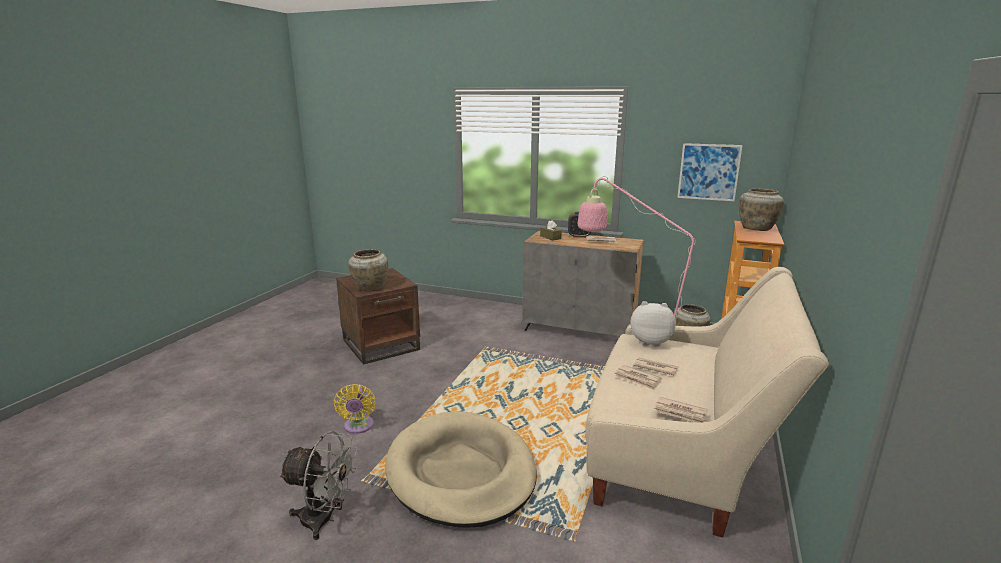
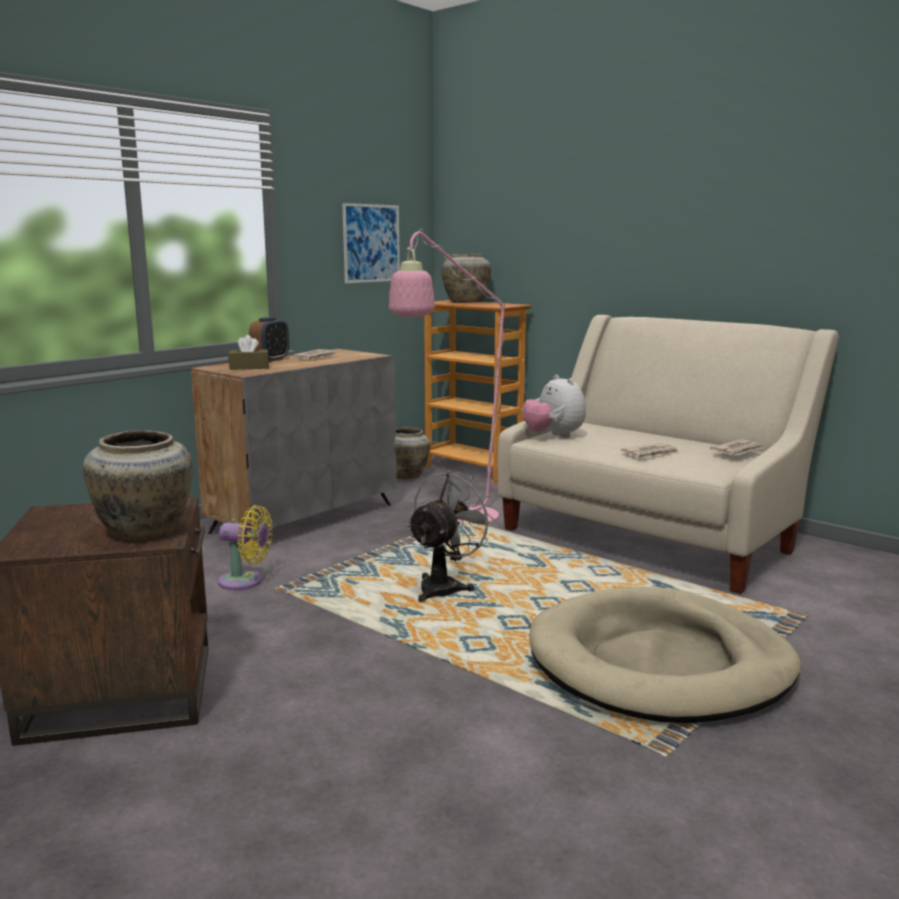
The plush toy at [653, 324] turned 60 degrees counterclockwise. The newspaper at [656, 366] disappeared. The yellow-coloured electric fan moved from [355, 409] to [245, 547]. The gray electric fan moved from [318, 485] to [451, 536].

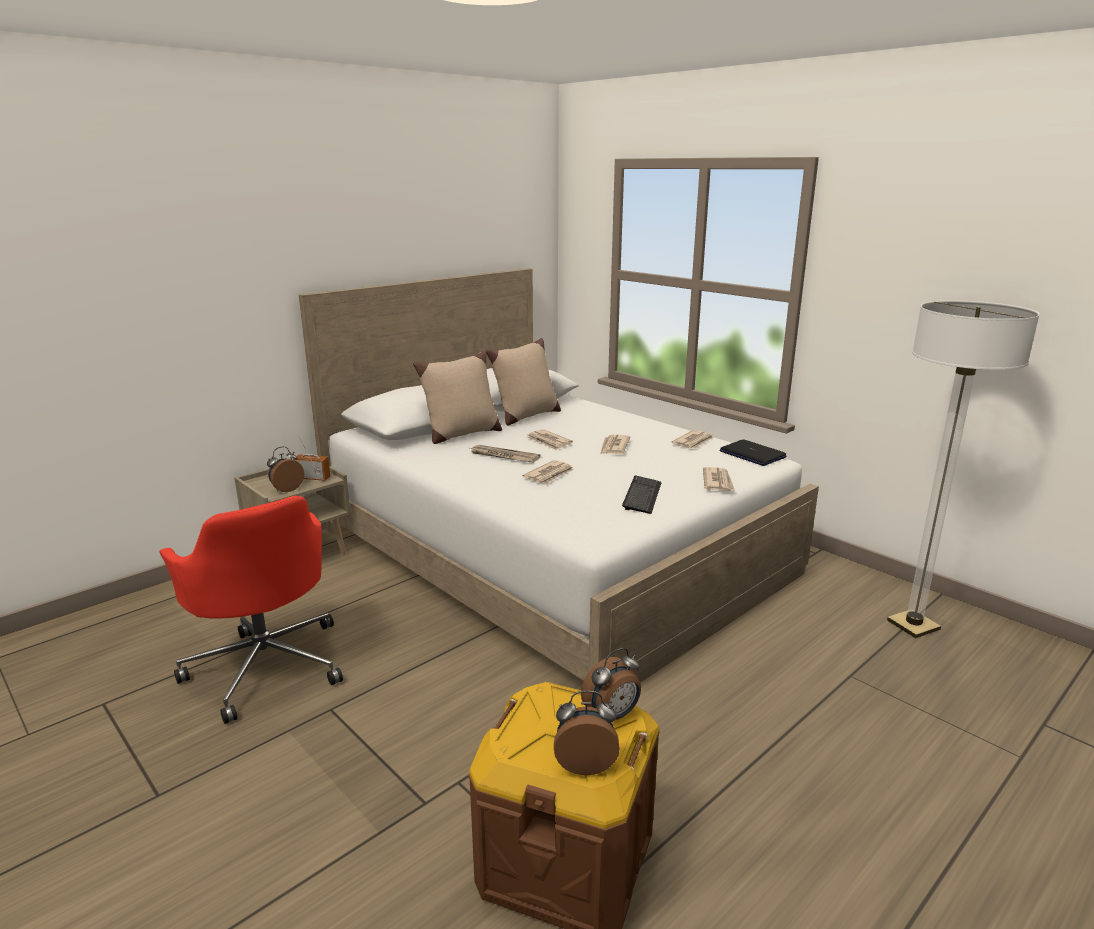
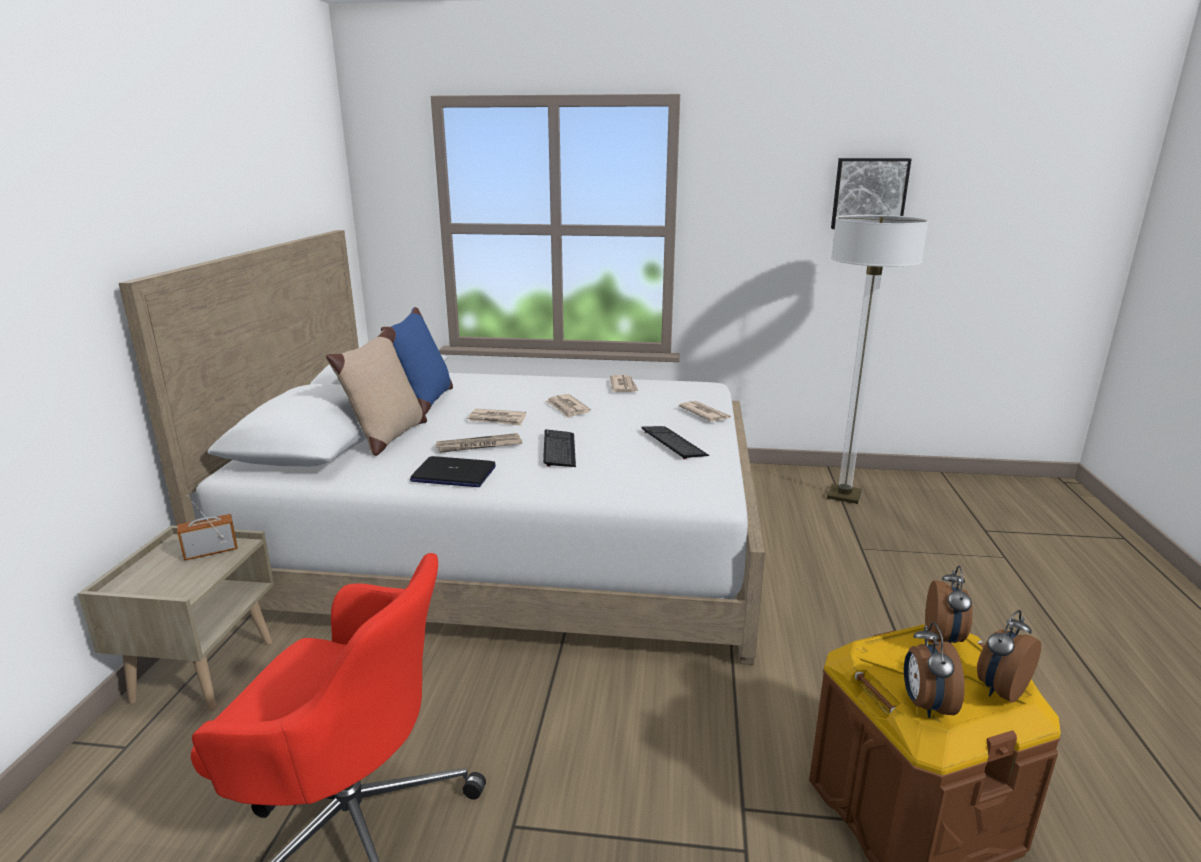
The beige pillow at [523, 382] became the blue pillow at [417, 360]. The laptop moved from [753, 453] to [453, 471]. The bedside clock moved from [285, 469] to [934, 670]. The newspaper at [548, 471] was replaced by the keyboard at [559, 448]. The wall art at [871, 193] appeared.

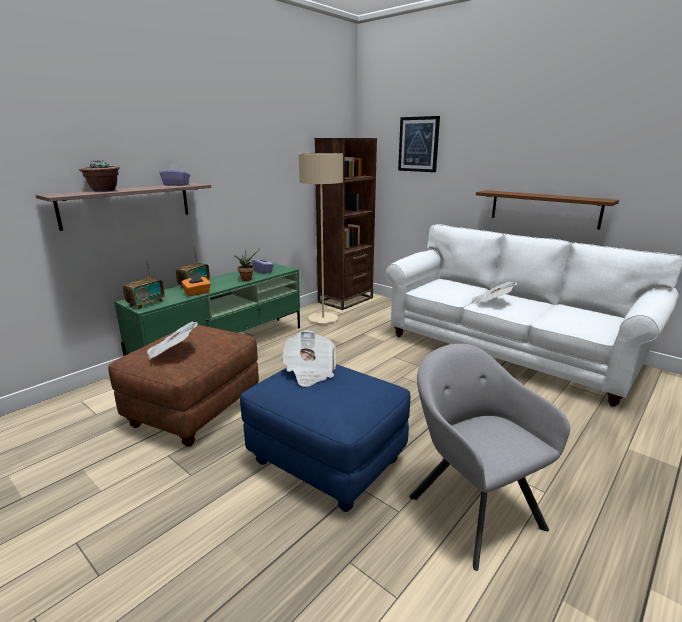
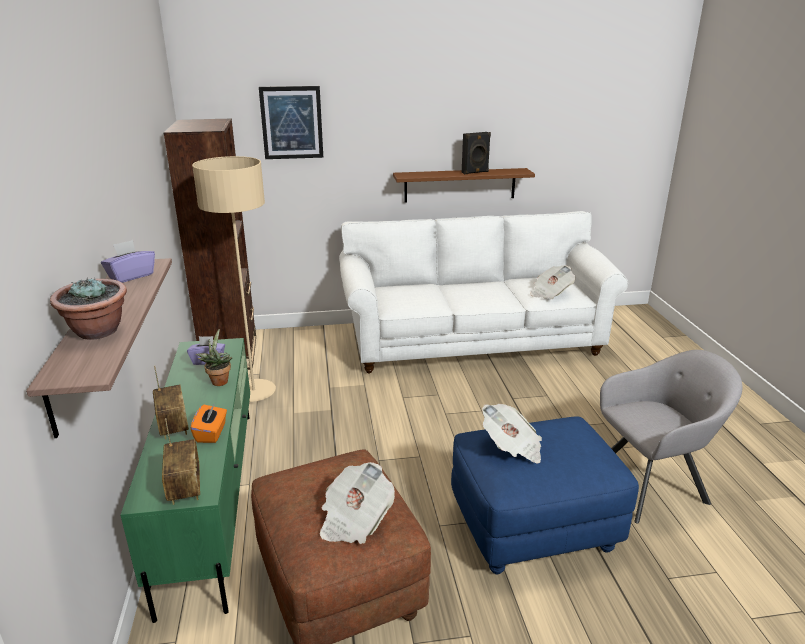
The newspaper moved from [494, 293] to [553, 282]. The gray lounge chair at [489, 457] turned 150 degrees clockwise. The blackish audio speaker at [476, 153] appeared.

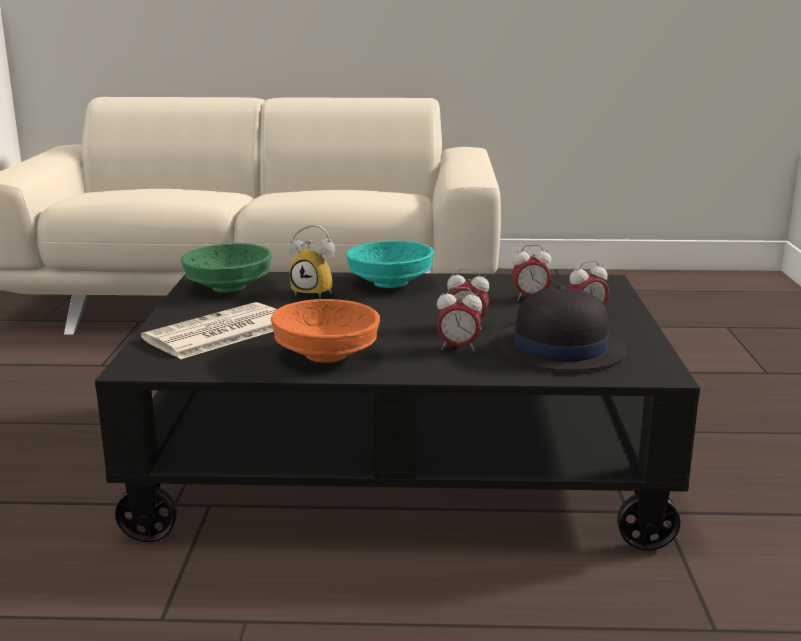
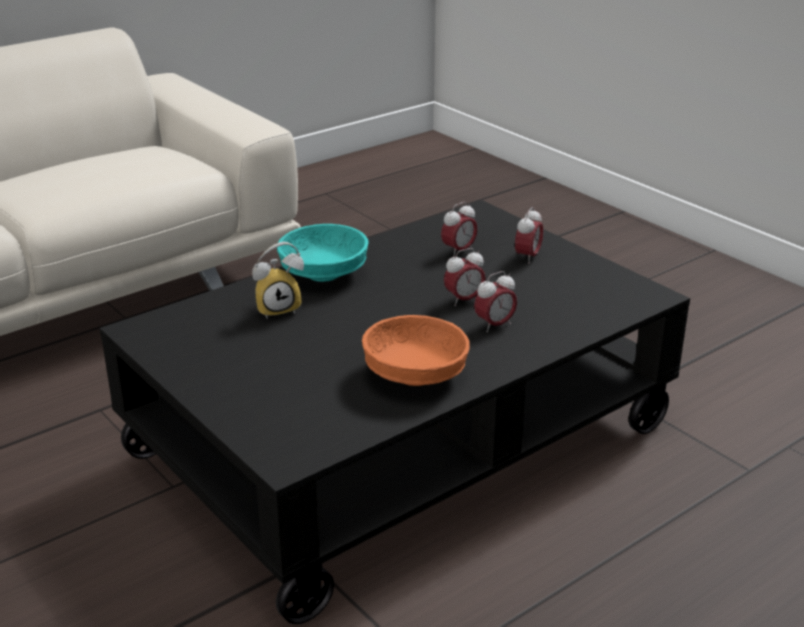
The greenish bowl at [226, 268] disappeared. The blackish hat at [561, 327] disappeared. The newspaper at [209, 330] disappeared.

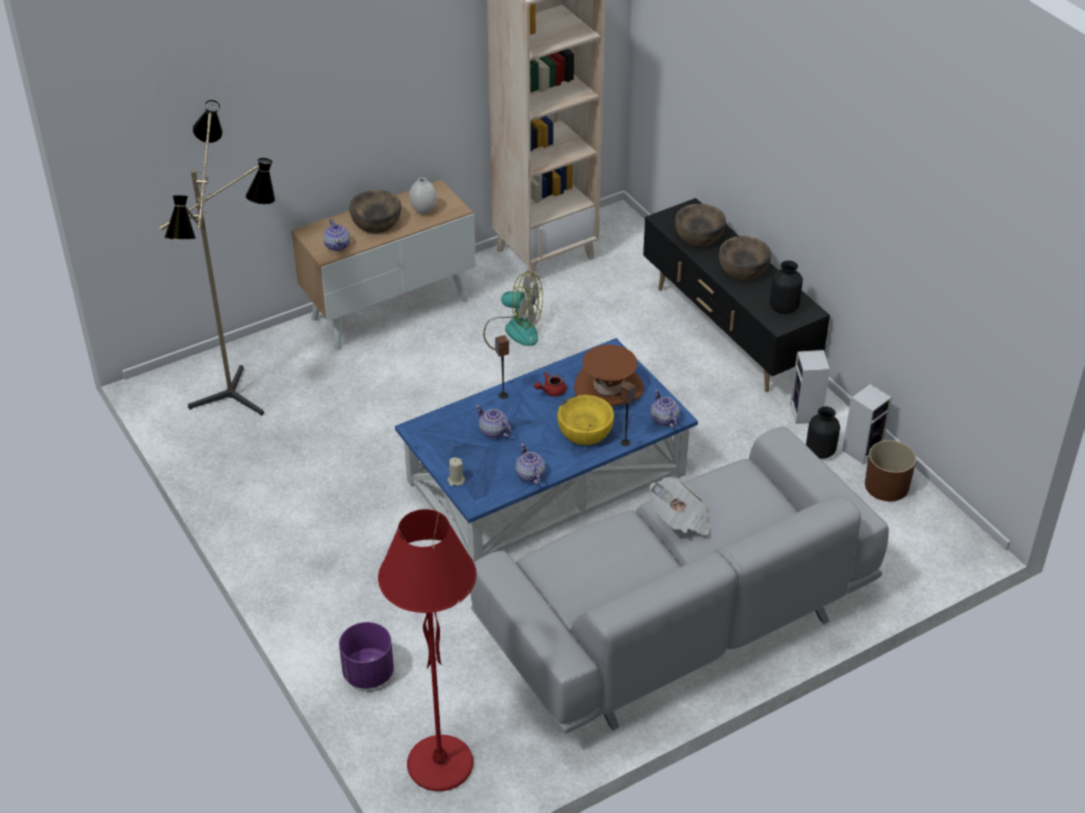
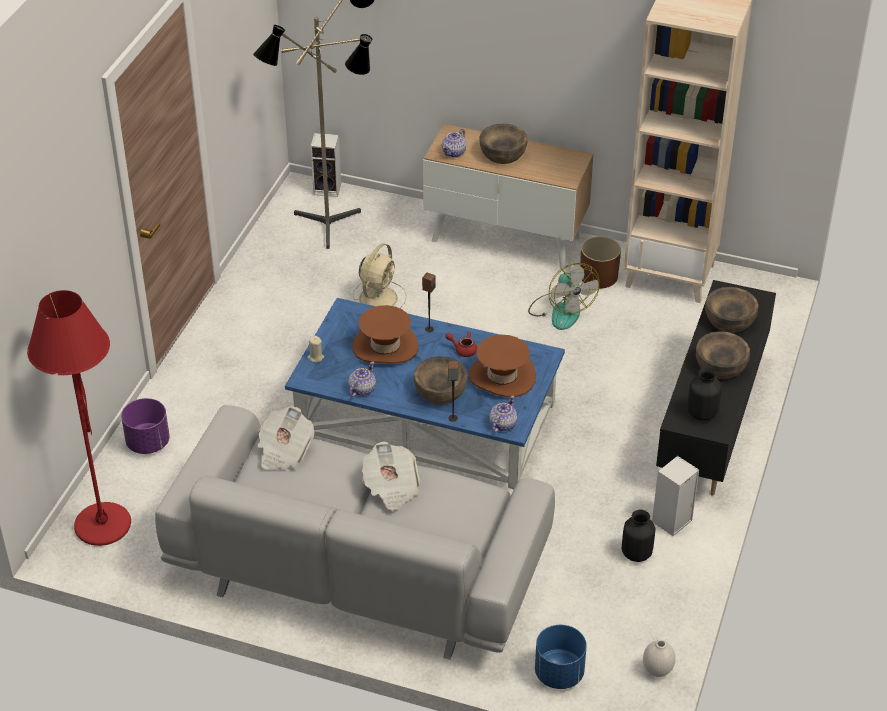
The whitish decorative vase moved from [423, 196] to [659, 658]. The audio speaker moved from [867, 424] to [325, 165]. The yellow-coloured bowl at [585, 420] became the brown-coloured bowl at [441, 380]. The tea pot at [493, 422] was replaced by the brown-coloured hat at [385, 334]. The brown-coloured planter moved from [890, 470] to [600, 262]. The beige electric fan at [380, 275] appeared. The newspaper at [286, 438] appeared. The blue planter at [561, 657] appeared.

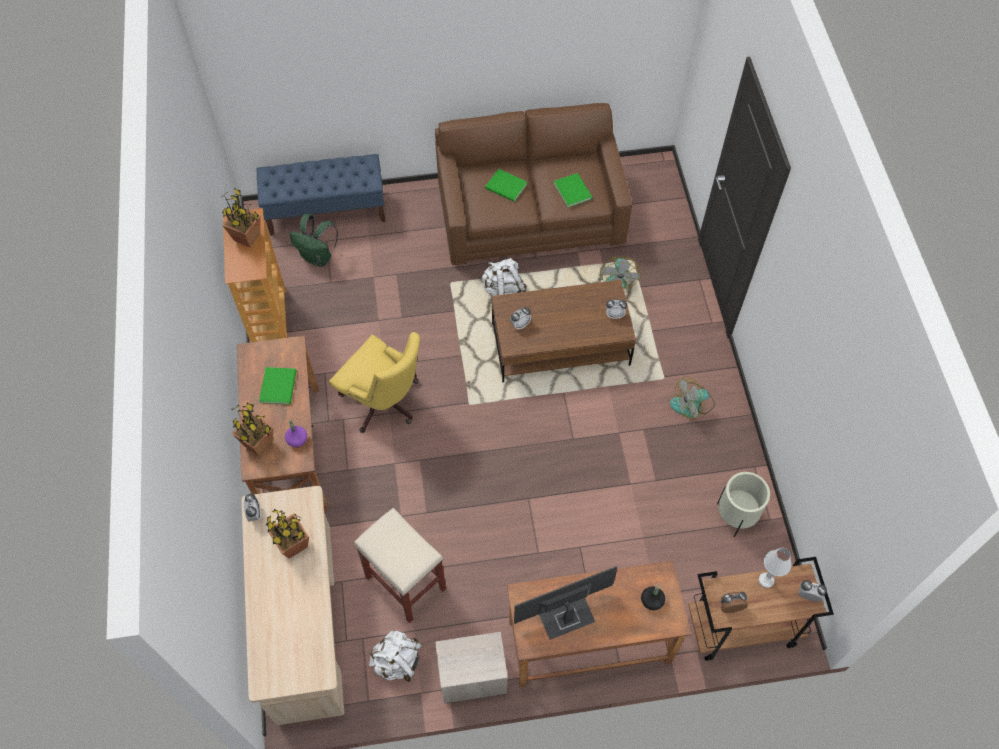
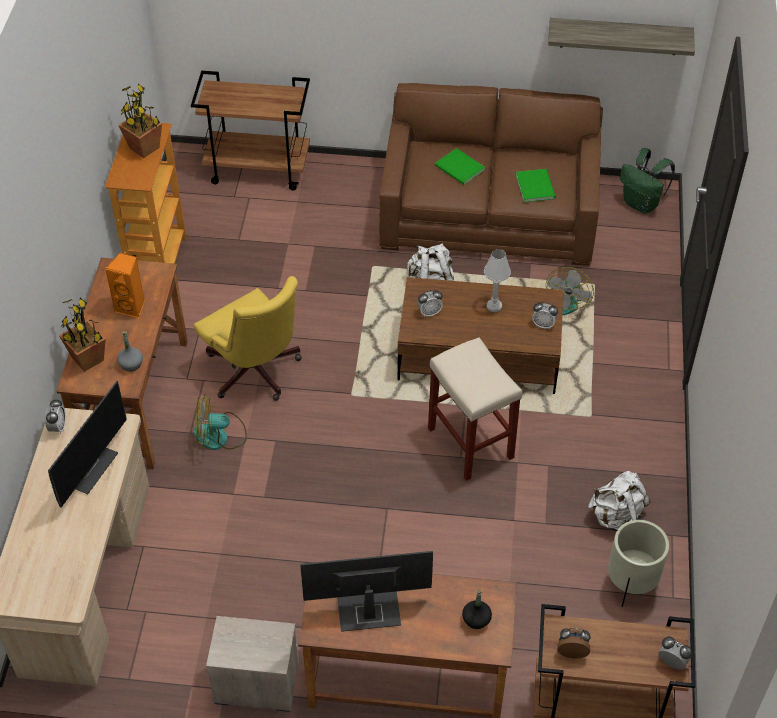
The blue long seat at [321, 195] was replaced by the brown-coloured wheeled cart at [250, 131]. The greenish knapsack moved from [314, 240] to [647, 181]. The greenish book at [278, 386] was replaced by the orangey audio speaker at [125, 285]. The electric fan moved from [692, 397] to [220, 422]. The purple beverage bottle at [296, 433] became the gray beverage bottle at [130, 351]. The beige sitting stool moved from [400, 565] to [475, 409]. The potted plant at [287, 534] was replaced by the computer display at [87, 444]. The whitish lamp for a table moved from [775, 568] to [497, 280]. The whitish knapsack moved from [396, 656] to [619, 501]. The wall shelf at [621, 37] appeared.

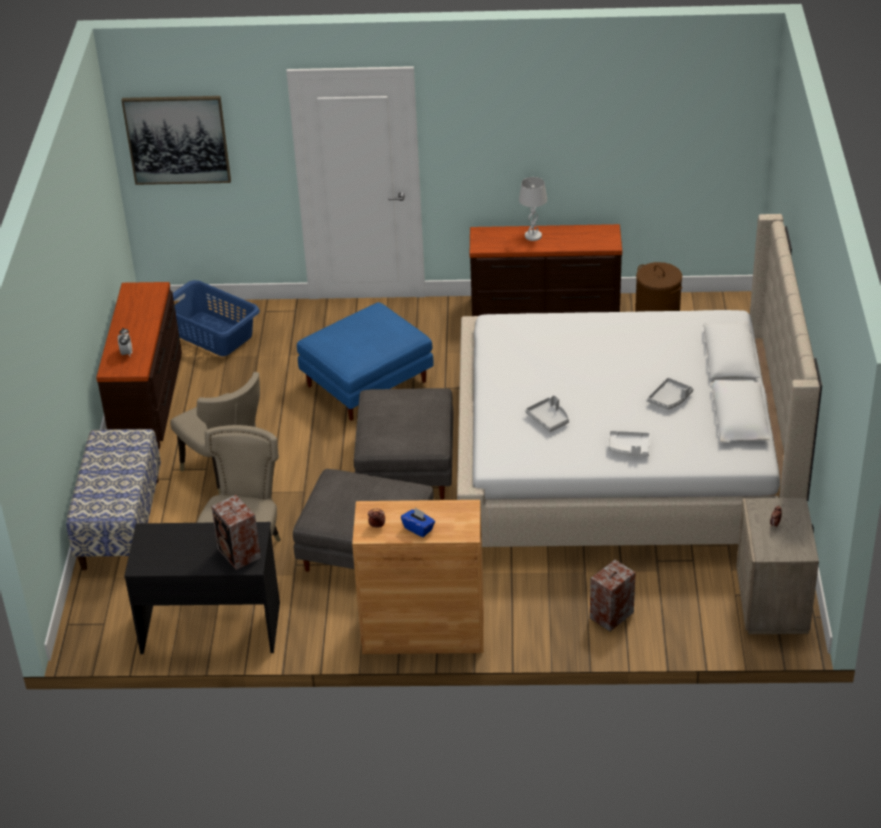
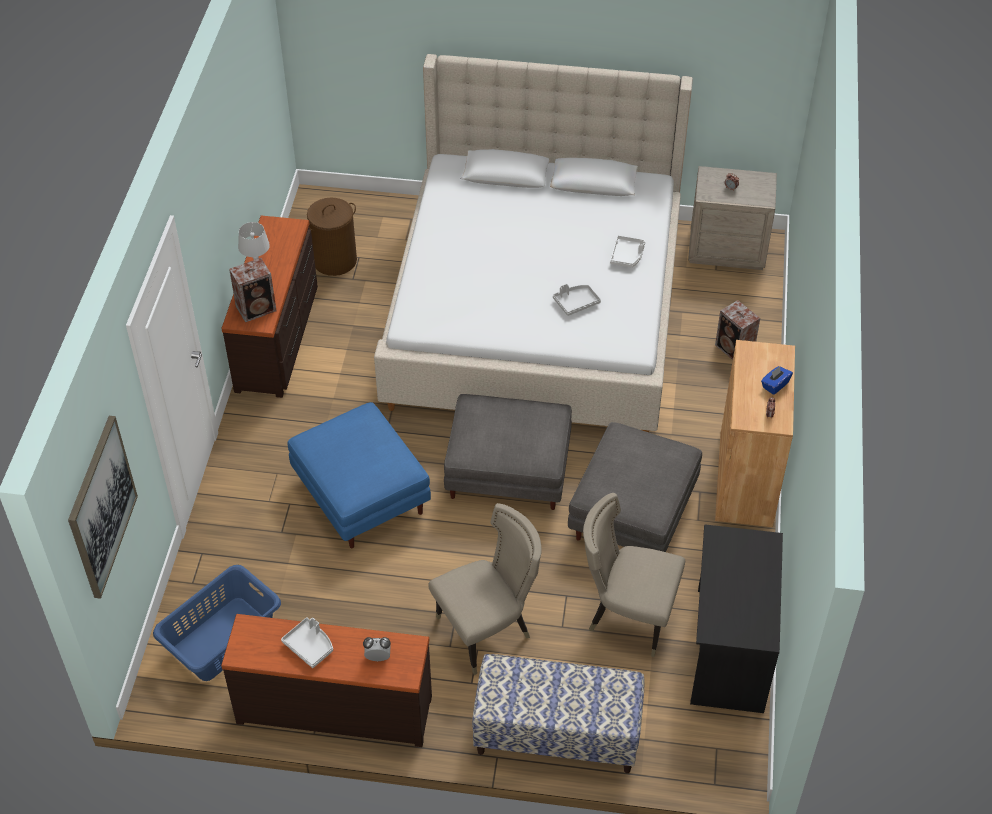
The gray tray moved from [670, 394] to [307, 642]. The audio speaker moved from [236, 532] to [253, 290].

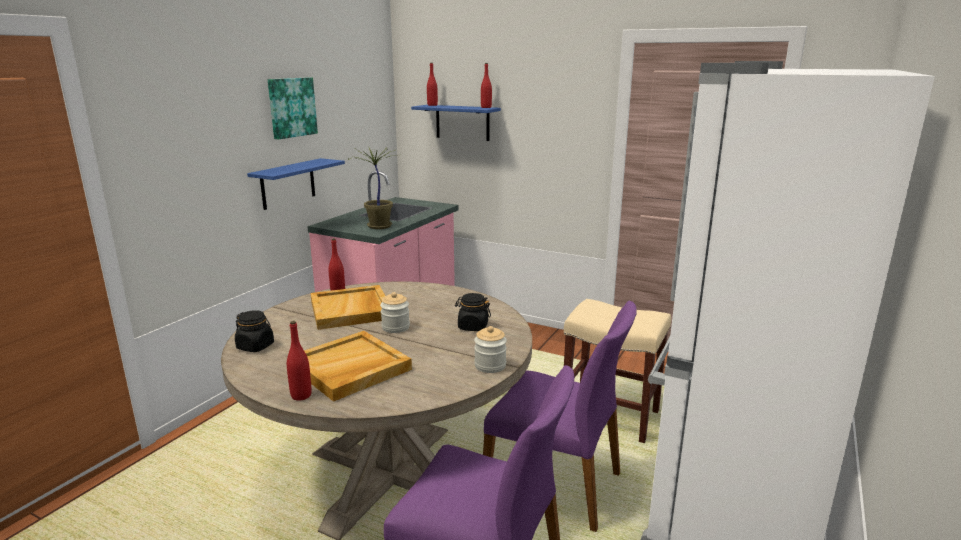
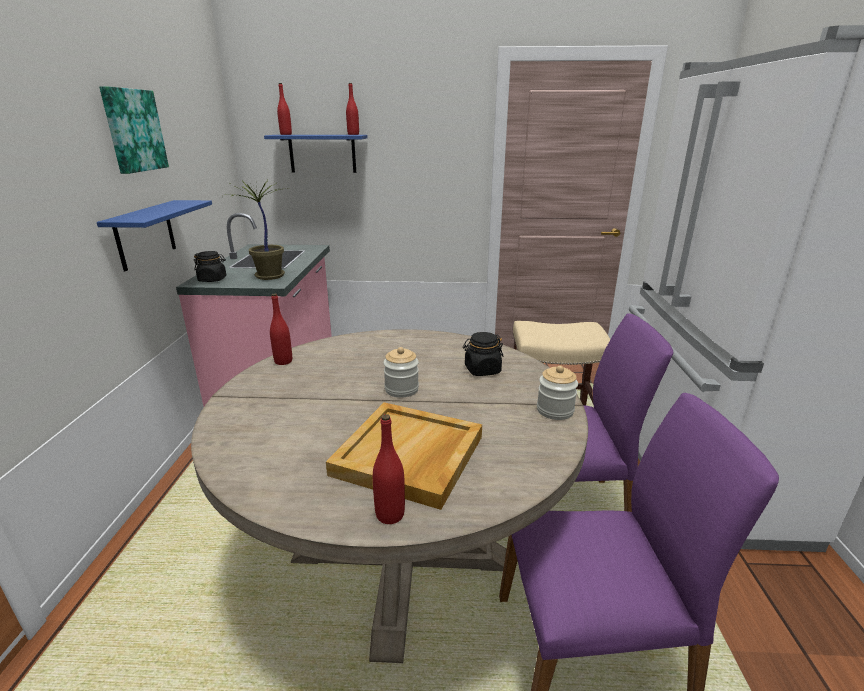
The beige tray at [348, 307] disappeared. The blackish preserve jar moved from [254, 331] to [210, 266].

